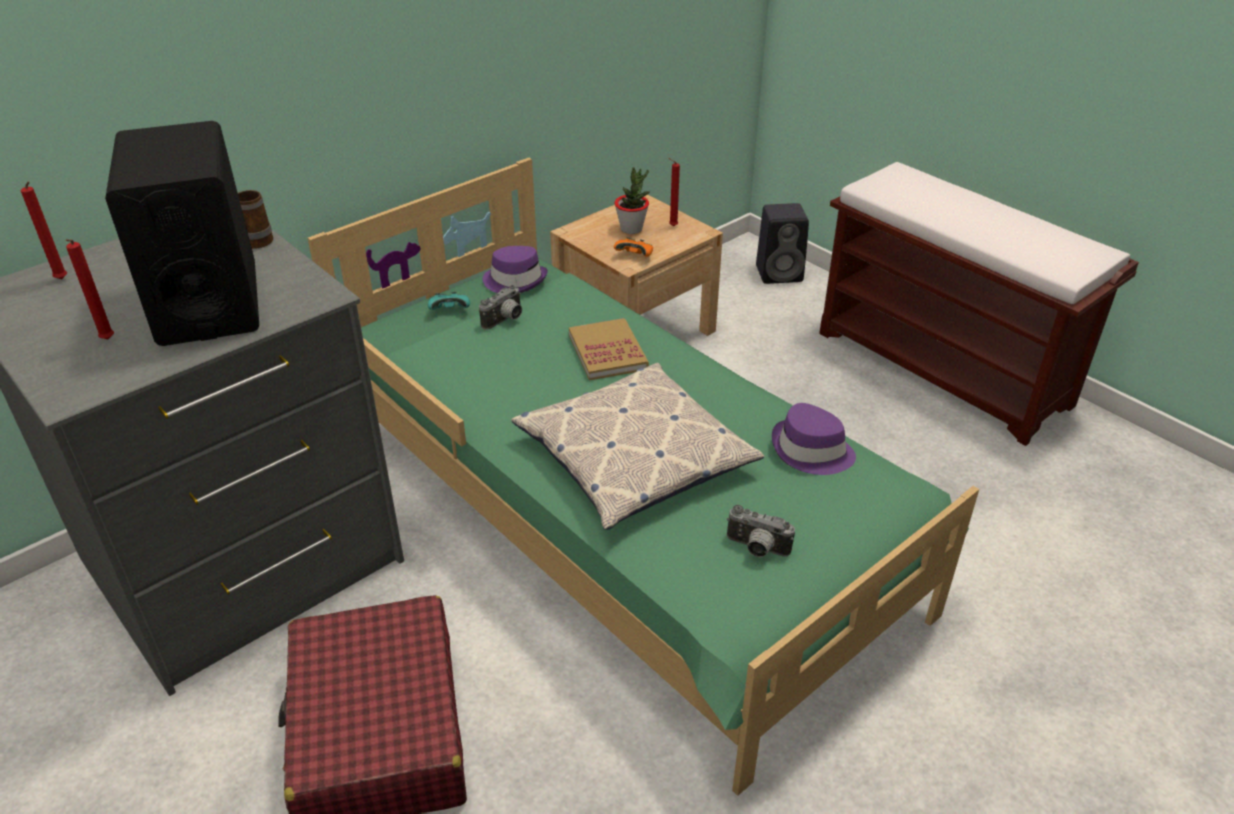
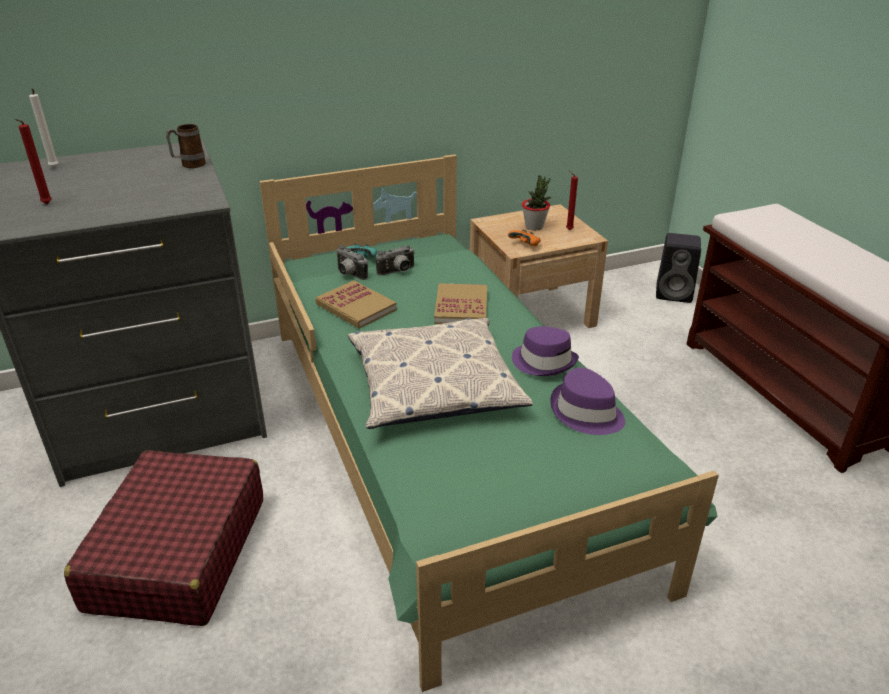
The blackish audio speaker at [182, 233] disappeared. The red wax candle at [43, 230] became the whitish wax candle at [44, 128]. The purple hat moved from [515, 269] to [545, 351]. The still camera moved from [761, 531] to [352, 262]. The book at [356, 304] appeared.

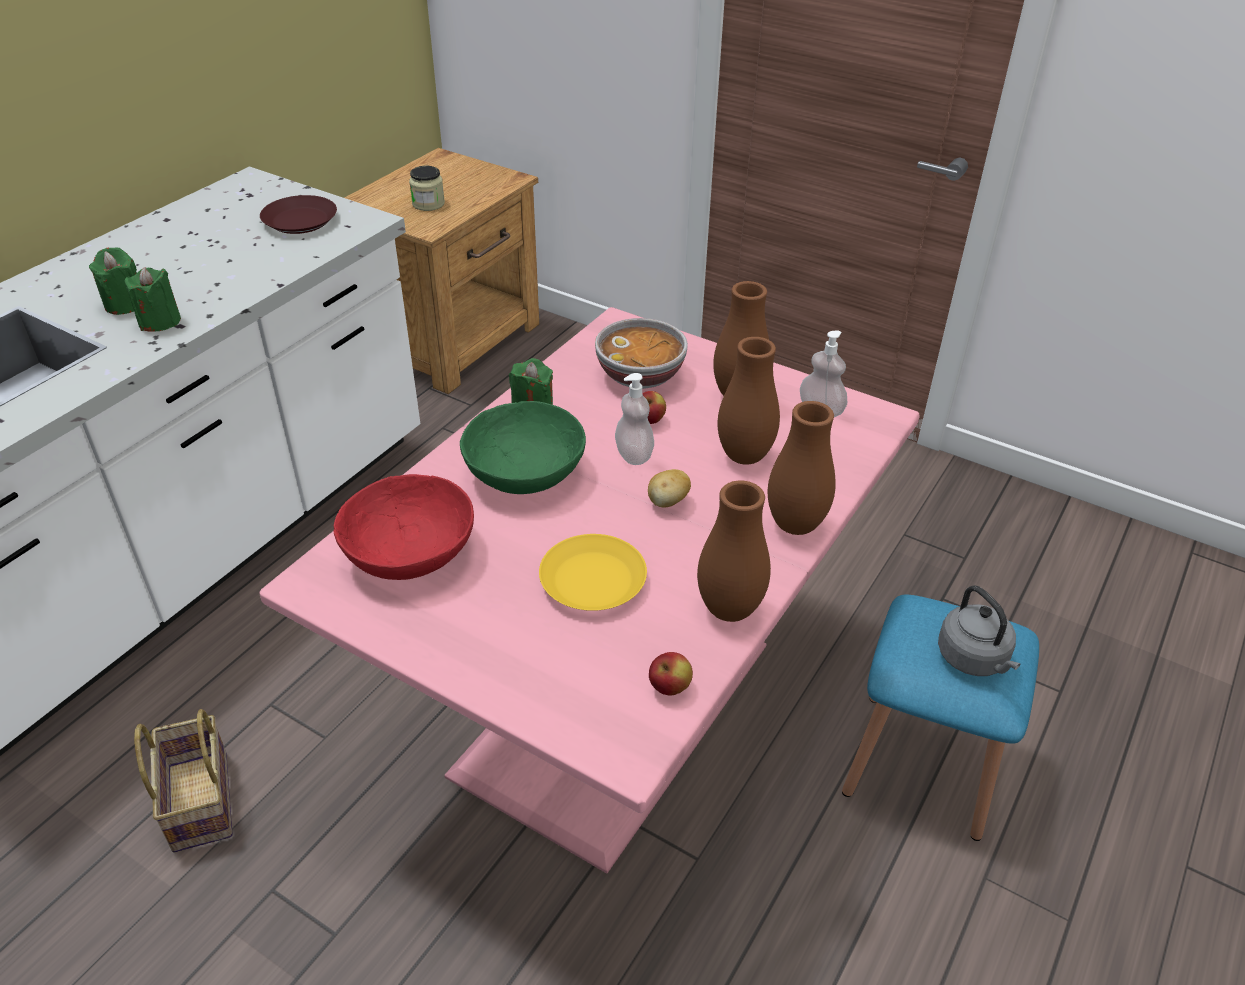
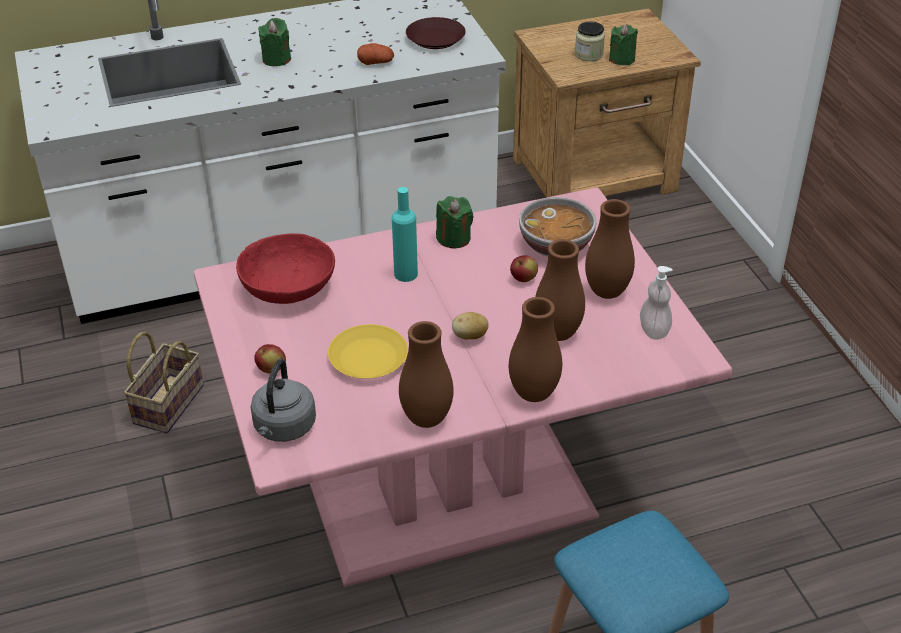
The greenish wax candle moved from [153, 299] to [623, 44]. The soap dispenser at [634, 419] disappeared. The greenish bowl at [523, 447] was replaced by the turquoise-coloured beverage bottle at [405, 234]. The gray tea kettle moved from [979, 630] to [283, 400]. The whole apple moved from [671, 674] to [270, 358]. The spud at [375, 54] appeared.

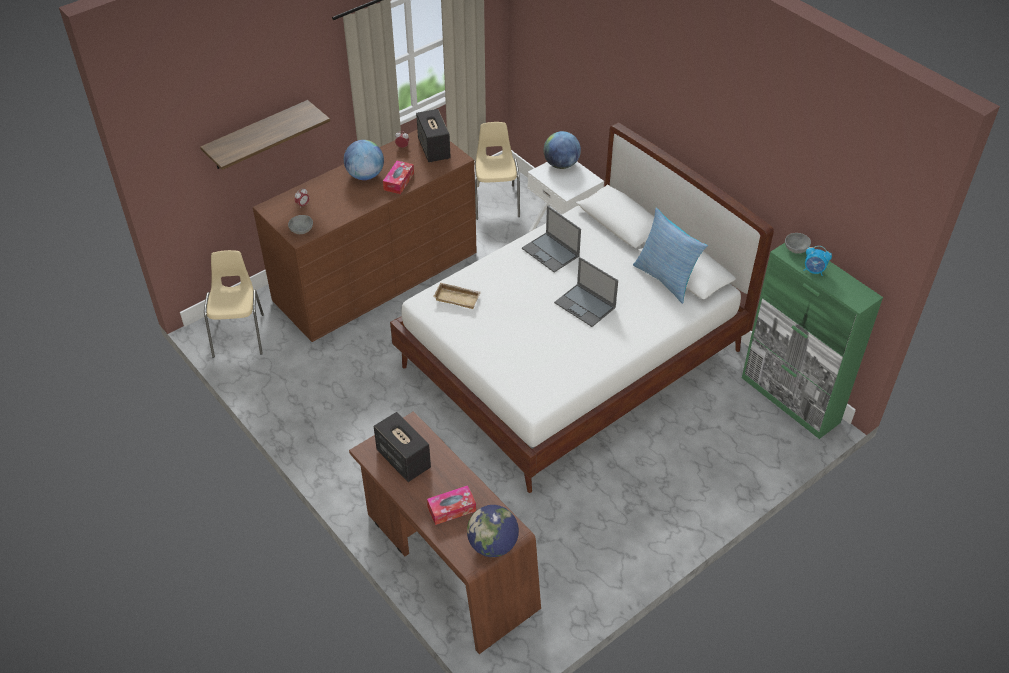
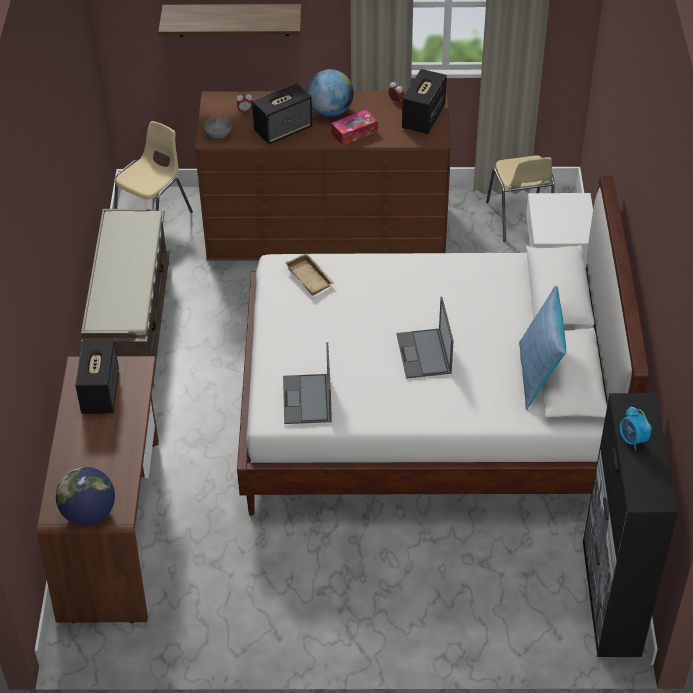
The beige upright chair at [497, 171] turned 135 degrees clockwise. The desk globe at [562, 150] disappeared. The laptop moved from [551, 239] to [307, 383]. The gray bowl at [798, 243] disappeared. The greenish cupboard at [812, 341] became the blackish cupboard at [630, 525]. The tissue holder at [451, 505] disappeared. The audio speaker at [282, 114] appeared. The brown-coloured long seat at [125, 298] appeared.

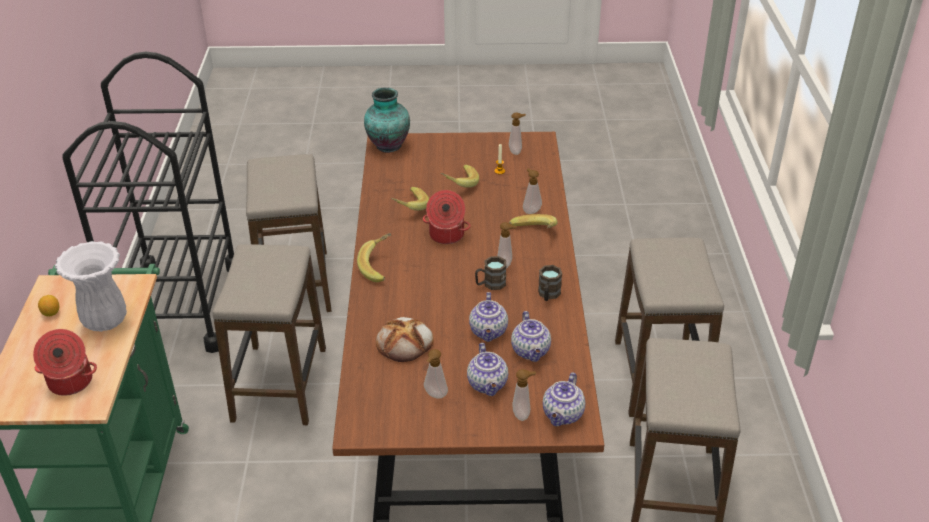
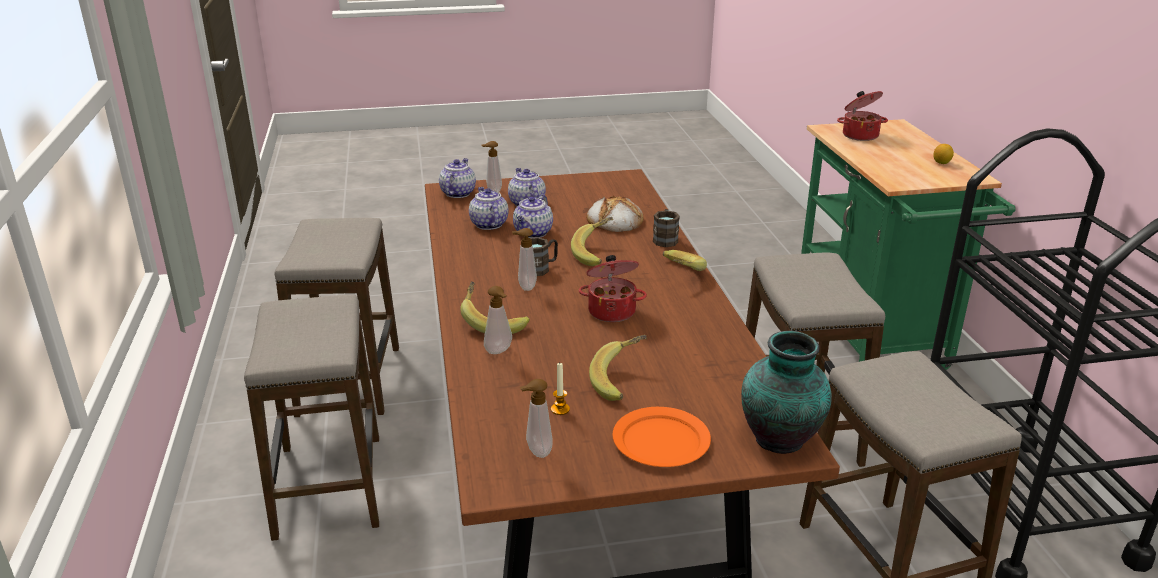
The whole banana moved from [410, 199] to [592, 241]. The whitish decorative vase at [91, 286] disappeared. The brown-coloured mug moved from [550, 283] to [666, 228]. The tea pot at [488, 317] turned 150 degrees counterclockwise. The soap dispenser at [436, 374] disappeared. The orangey plate at [661, 437] appeared.

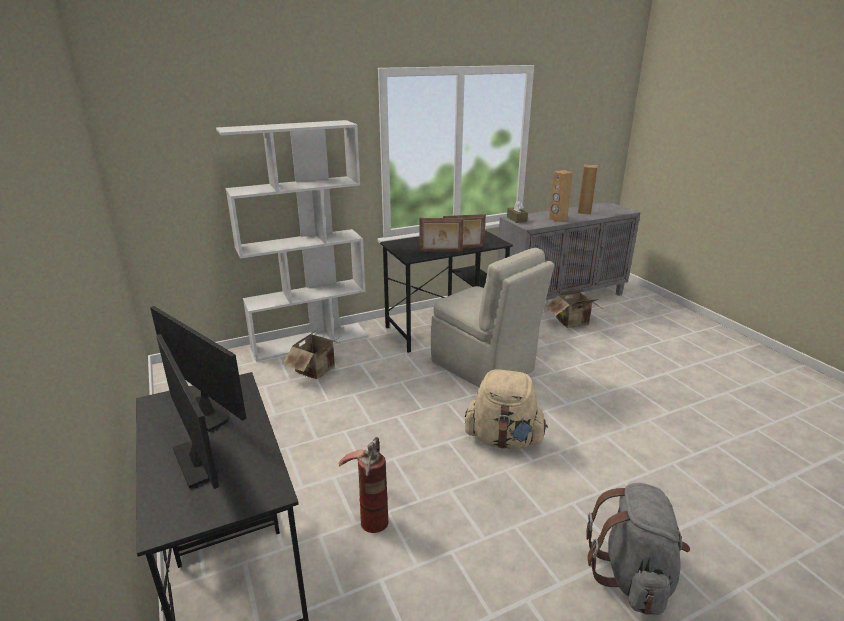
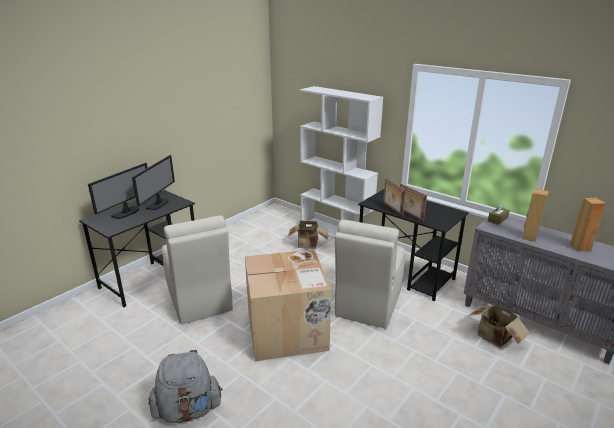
The beige knapsack at [506, 409] was replaced by the cardboard box at [288, 305]. The fire extinguisher at [364, 485] was replaced by the beige upright chair at [197, 270].

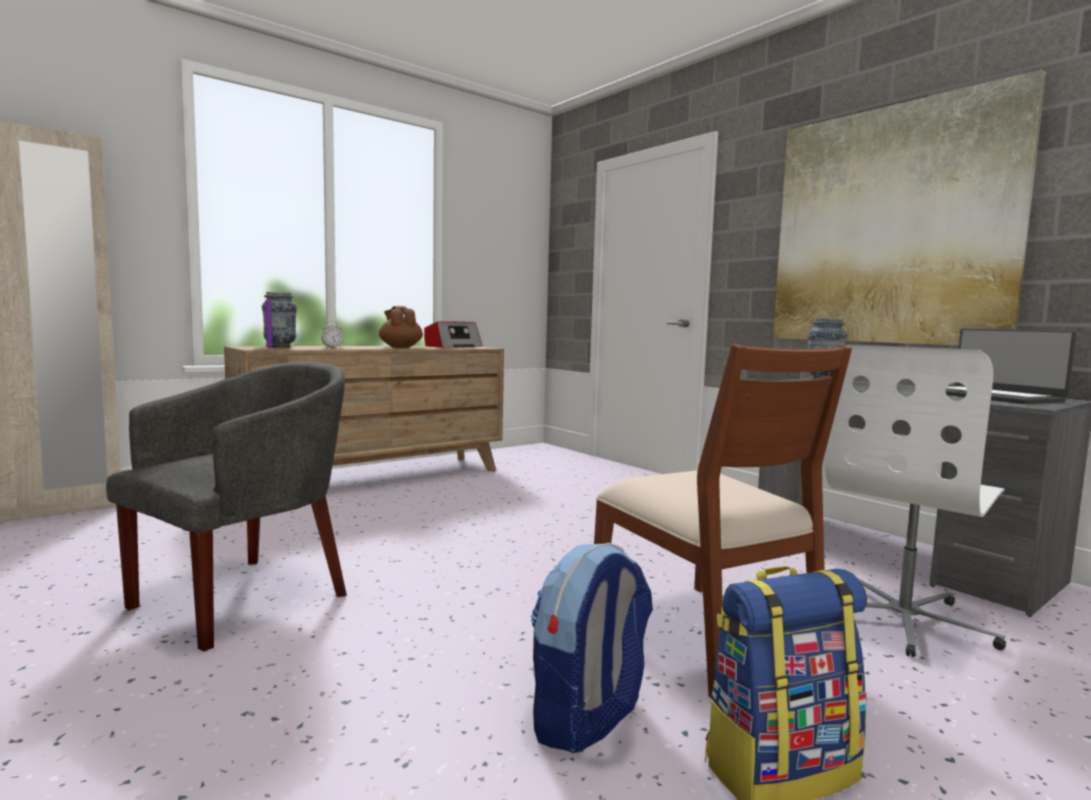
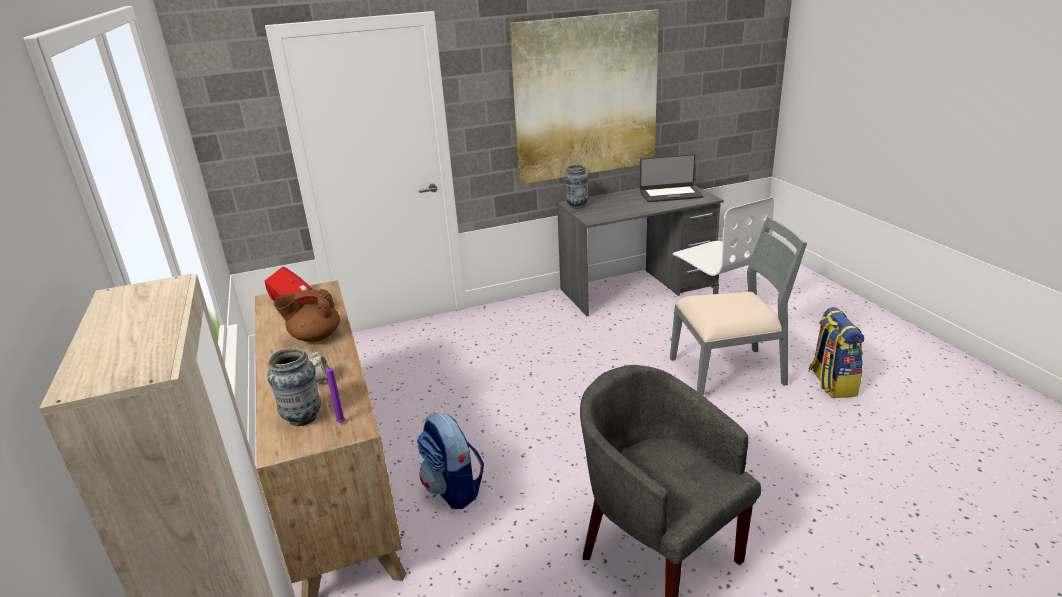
The brown-coloured upright chair at [723, 521] became the gray upright chair at [738, 306]. The knapsack moved from [592, 648] to [450, 460].

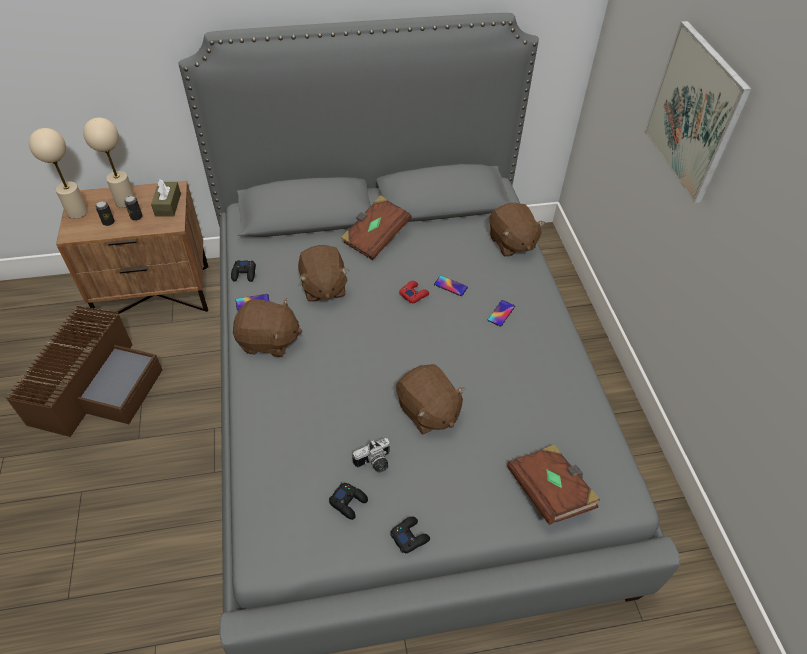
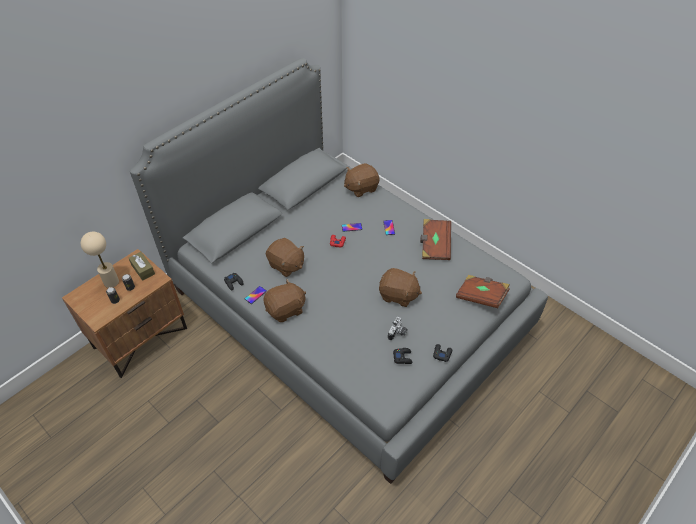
The wall art at [698, 112] disappeared. The beige lamp for a table at [58, 173] disappeared. The brown-coloured book moved from [376, 227] to [435, 239]. The brown-coloured plush toy at [517, 230] turned 120 degrees clockwise. The brown-coloured storage container at [83, 371] disappeared.

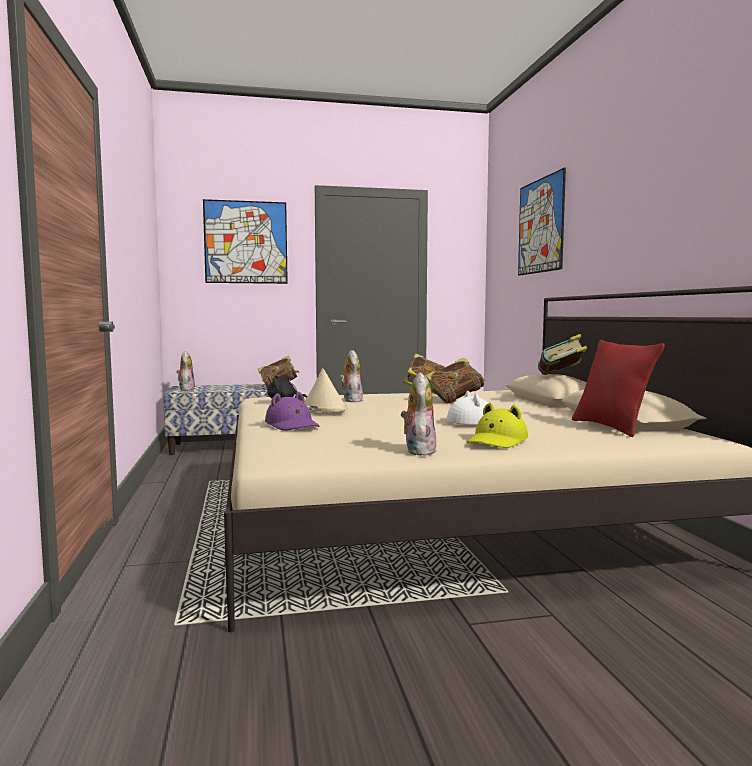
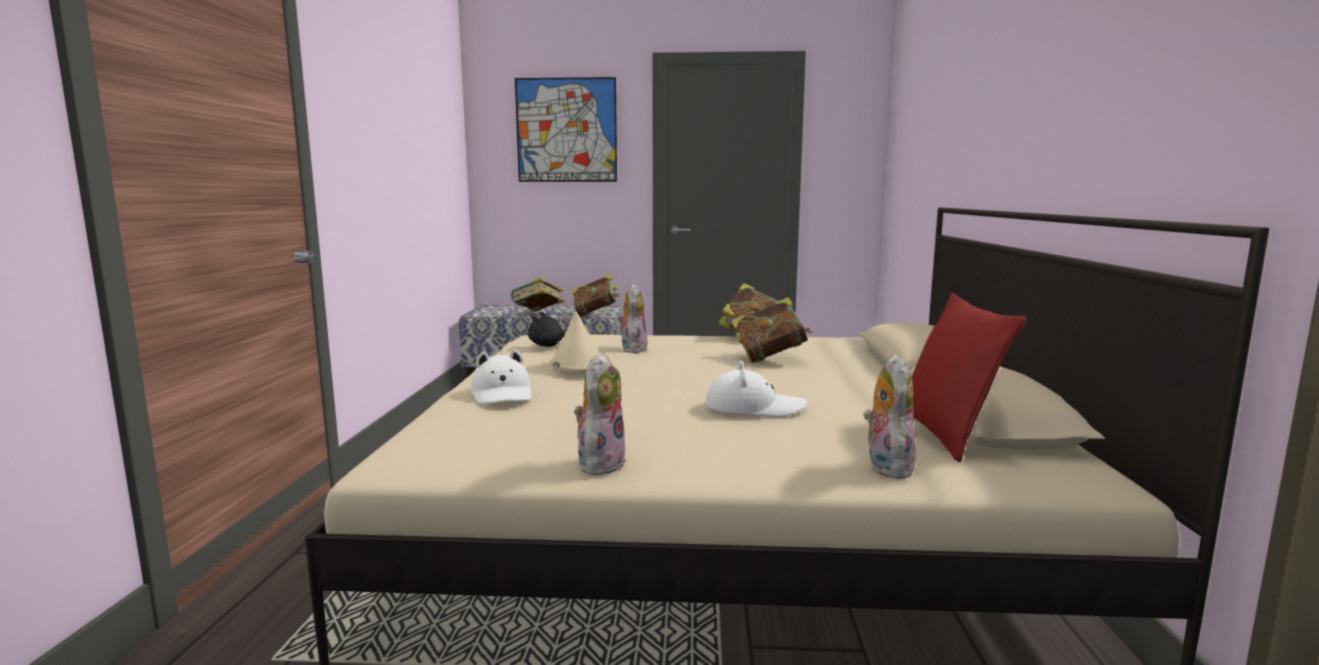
The wall art at [542, 222] disappeared. The book moved from [562, 354] to [538, 294]. The plush toy moved from [185, 371] to [889, 416]. The purple hat at [292, 411] became the whitish hat at [501, 377]. The yellow-coloured hat at [497, 425] disappeared.

